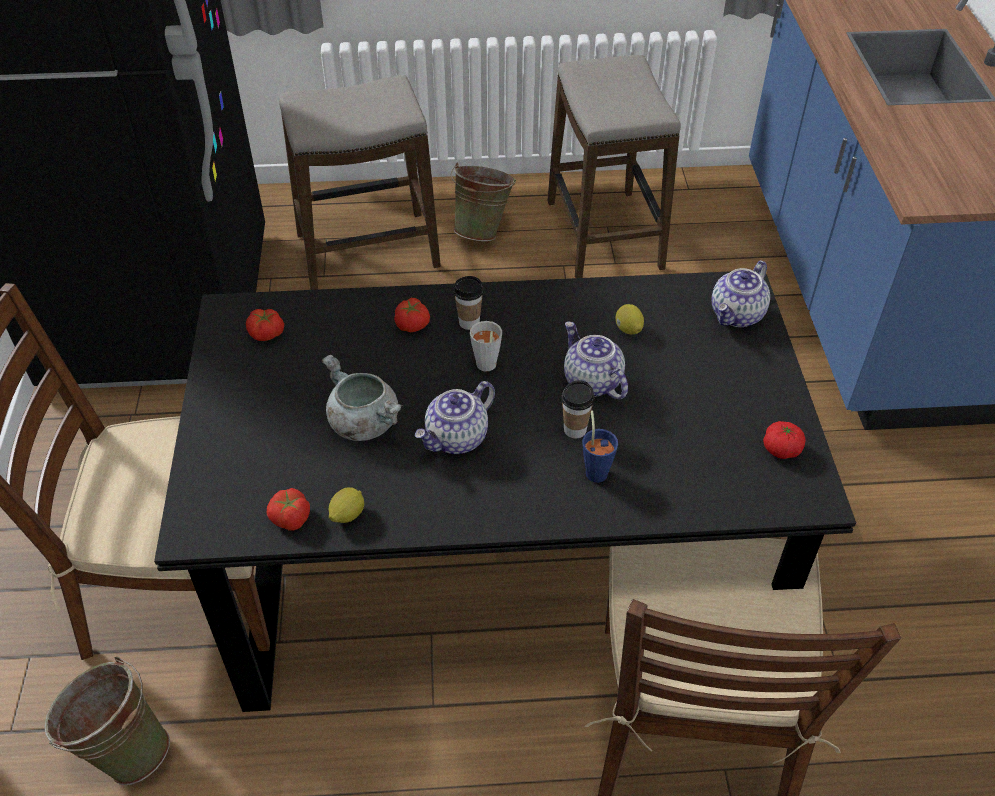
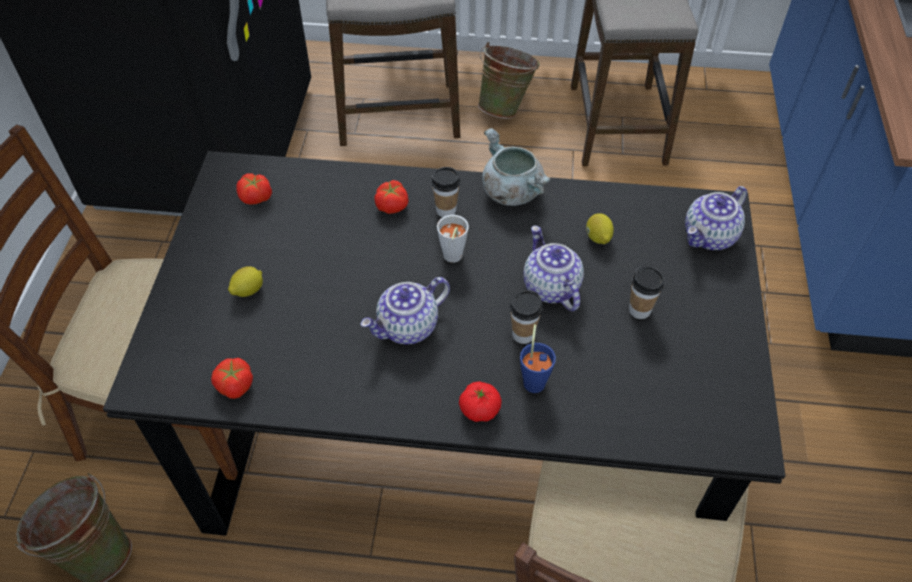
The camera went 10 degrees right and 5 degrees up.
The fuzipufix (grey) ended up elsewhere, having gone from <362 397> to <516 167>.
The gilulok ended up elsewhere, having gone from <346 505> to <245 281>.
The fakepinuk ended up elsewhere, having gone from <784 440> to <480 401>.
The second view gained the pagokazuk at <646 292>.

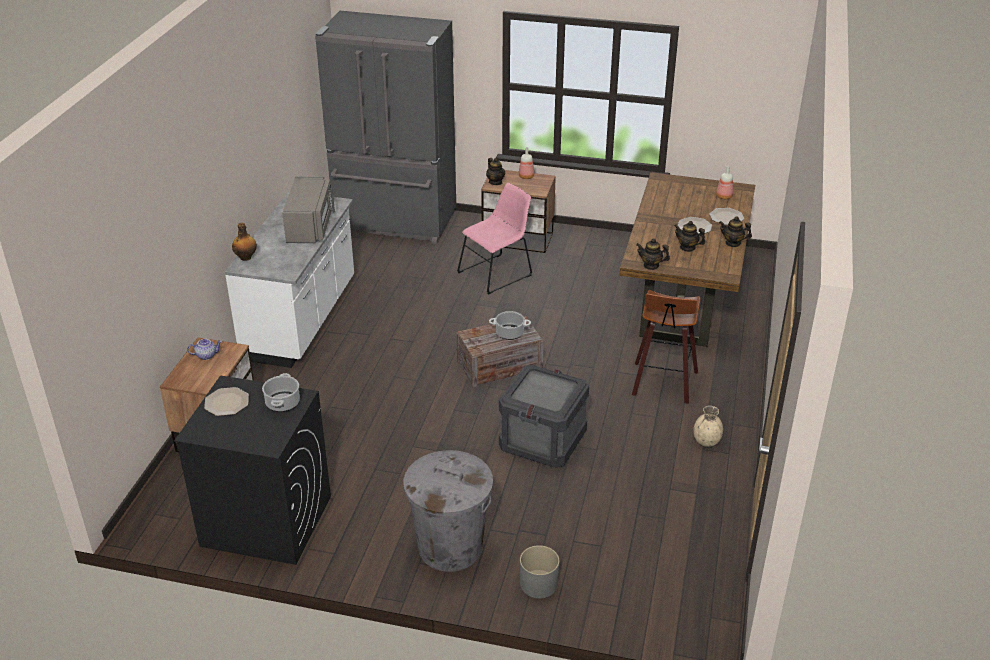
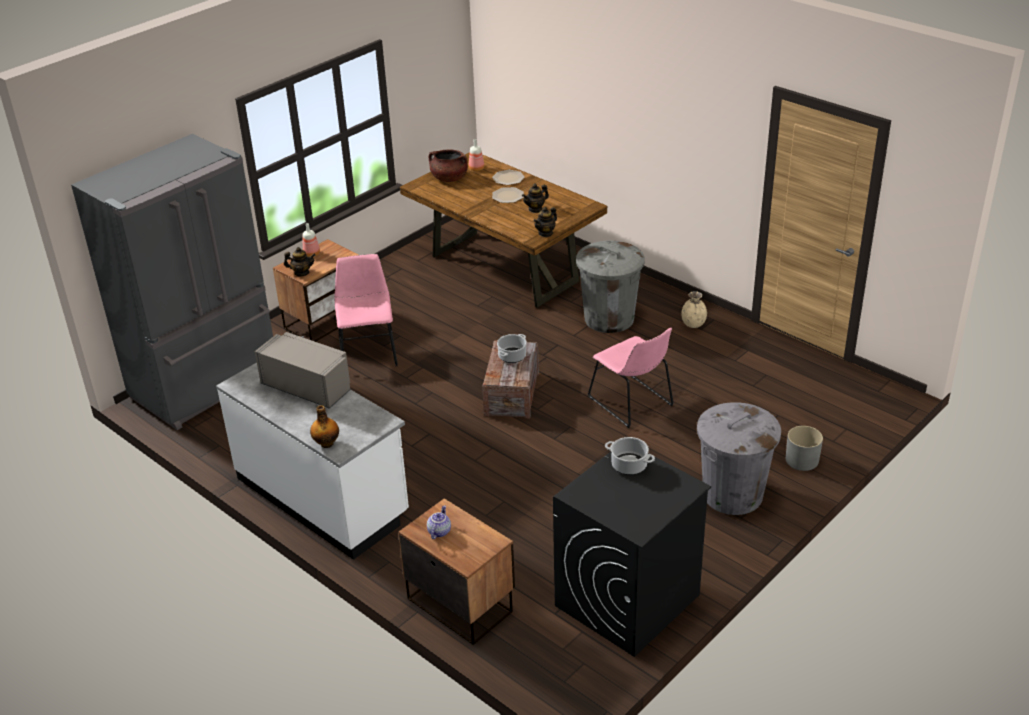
The camera went 60 degrees left and 0 degrees up.
The second view lost the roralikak at <226 401>.
Where the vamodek stood at <544 416>, the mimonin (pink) came to stand at <631 378>.
Where the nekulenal stood at <666 347>, the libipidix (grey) came to stand at <610 287>.
The second view lost the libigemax at <735 231>.
The second view gained the fuzipufix (brown) at <448 165>.

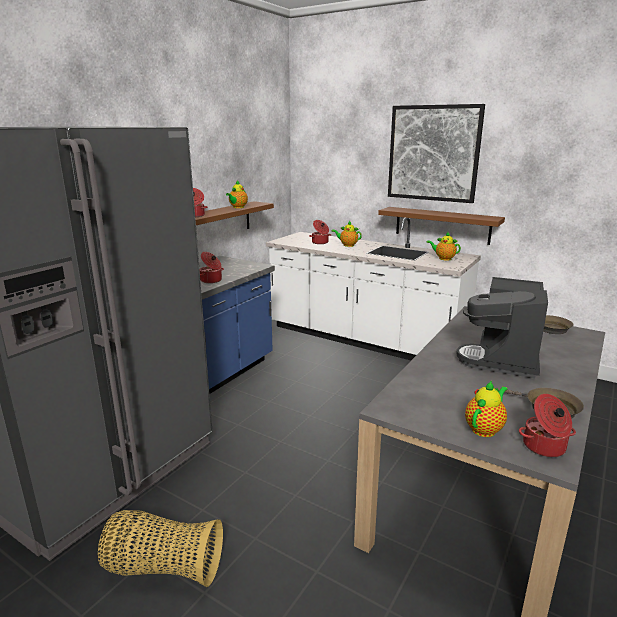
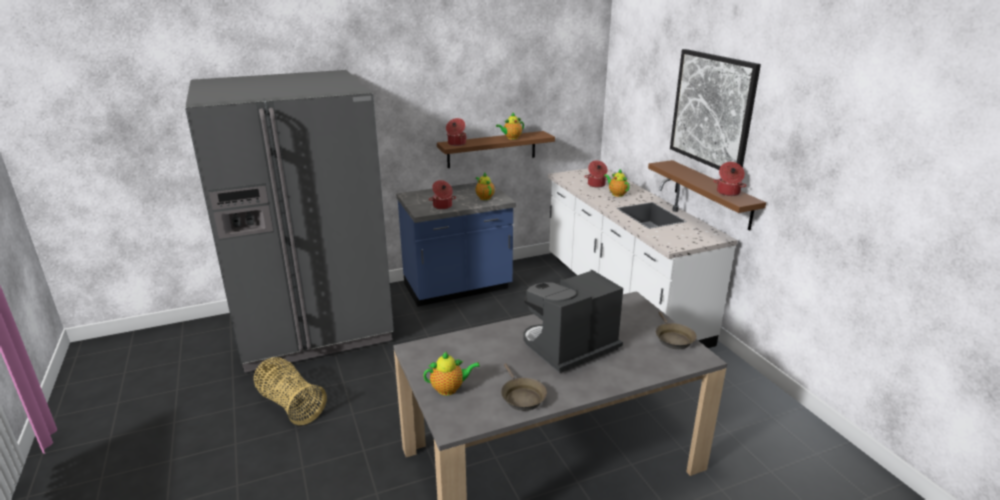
The camera went 35 degrees right and 5 degrees up.
The libigemax ended up elsewhere, having gone from <443 246> to <485 186>.
The fuzipufix ended up elsewhere, having gone from <547 425> to <730 179>.

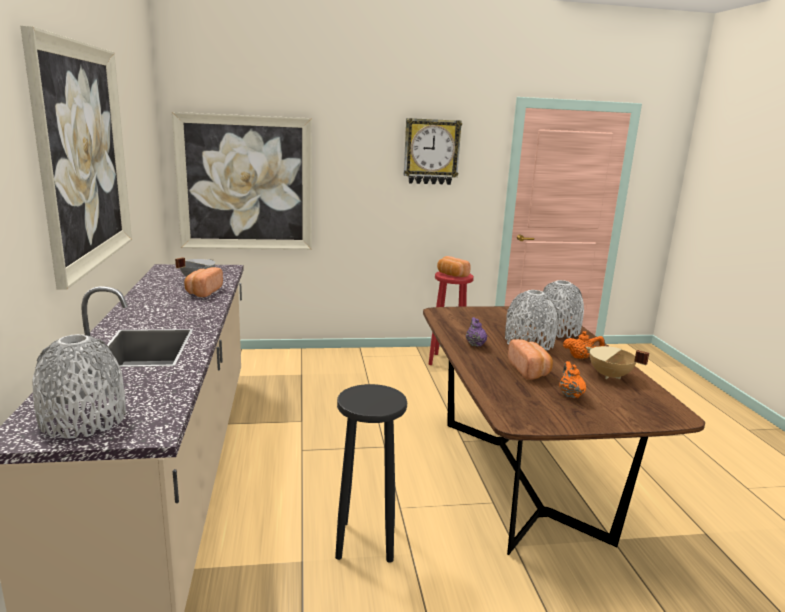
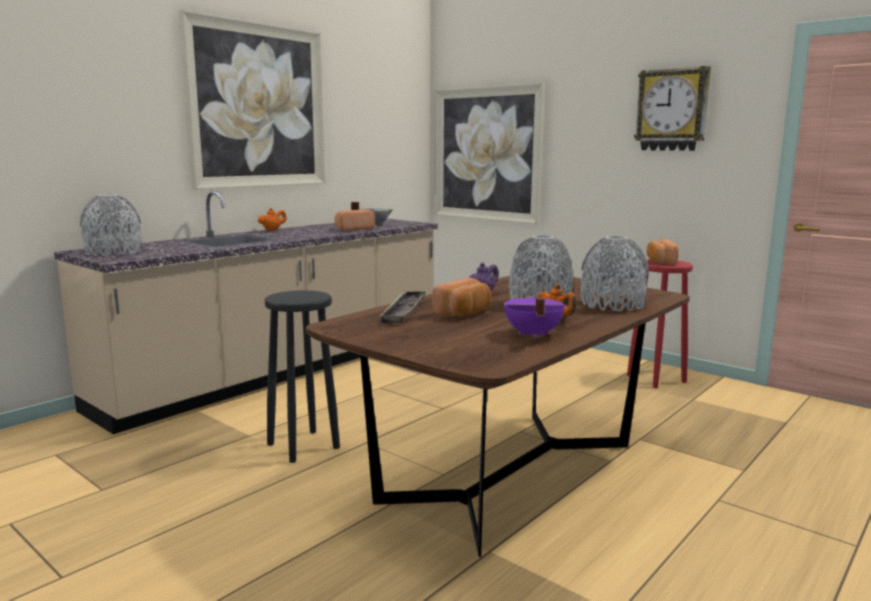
The camera went 50 degrees right and 5 degrees down.
The libigemax (orange) ended up elsewhere, having gone from <572 379> to <272 219>.
What was the fuzipufix (beige) at <617 362> turned into the fuzipufix (purple) at <534 317>.
The second view gained the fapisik at <403 307>.

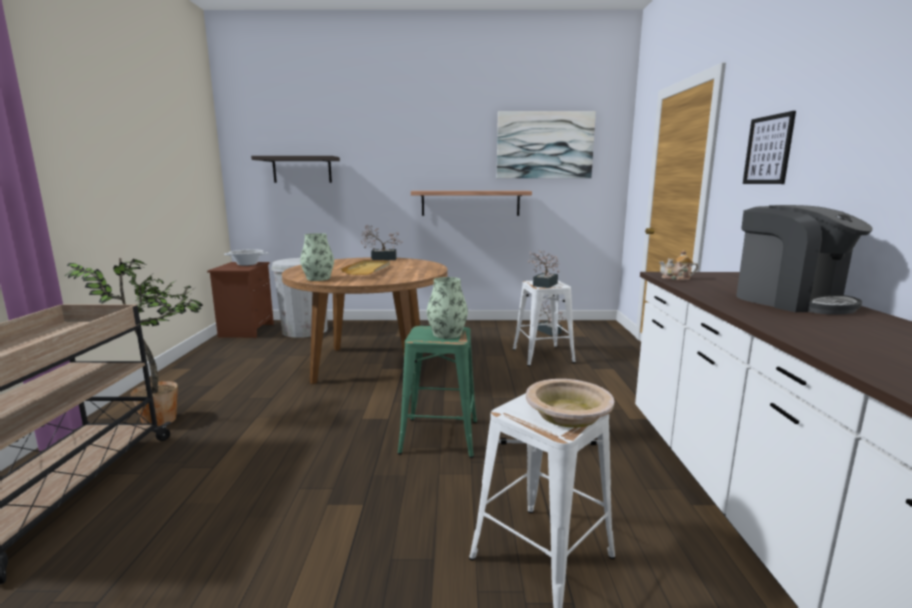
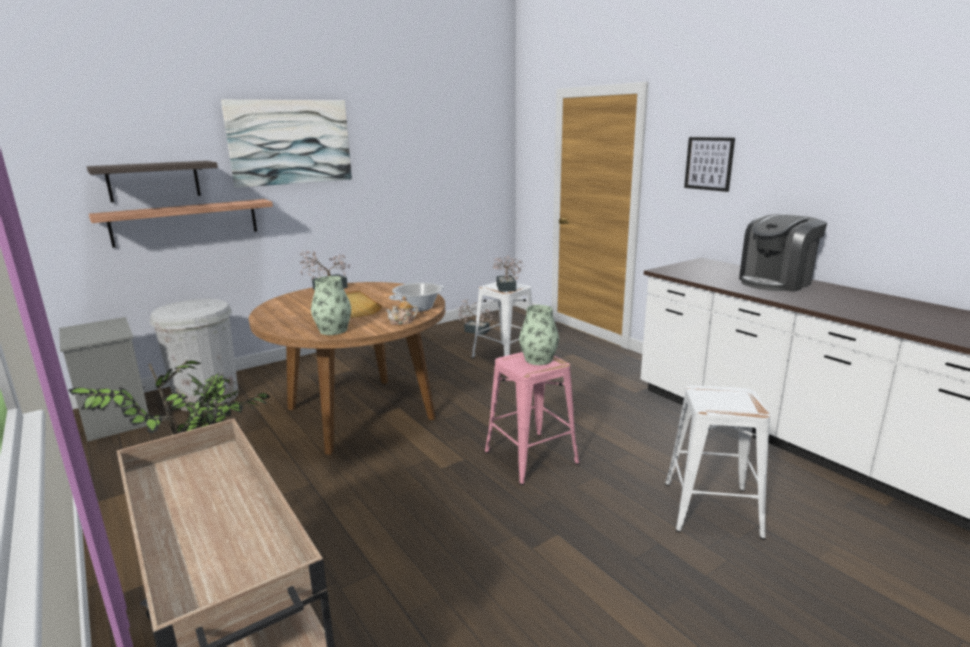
The camera went 35 degrees left and 5 degrees up.
What was the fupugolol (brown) at <240 300> turned into the fupugolol (grey) at <104 379>.
The fuzipufix ended up elsewhere, having gone from <246 257> to <416 297>.
What was the nekulenal (green) at <437 392> turned into the nekulenal (pink) at <532 418>.
The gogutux ended up elsewhere, having gone from <471 203> to <181 223>.
The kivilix ended up elsewhere, having gone from <546 144> to <286 144>.
The second view lost the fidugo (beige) at <570 403>.
The libigemax ended up elsewhere, having gone from <678 265> to <402 310>.
The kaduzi at <804 260> ended up facing another way, 120 degrees clockwise from before.

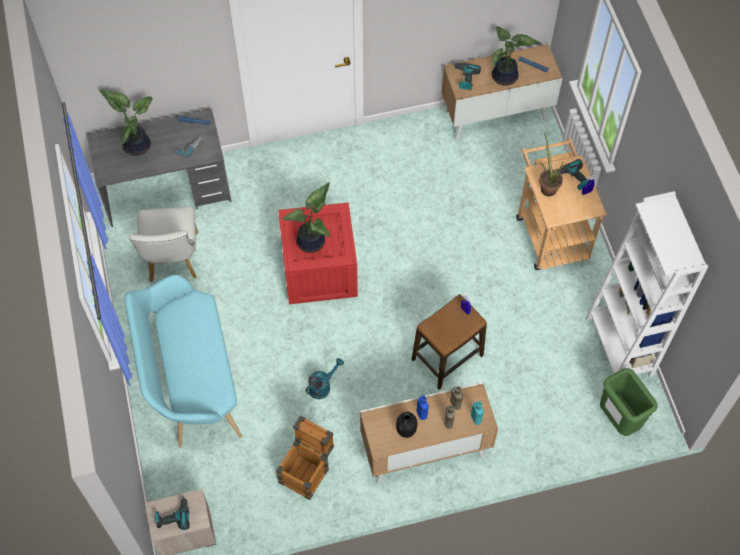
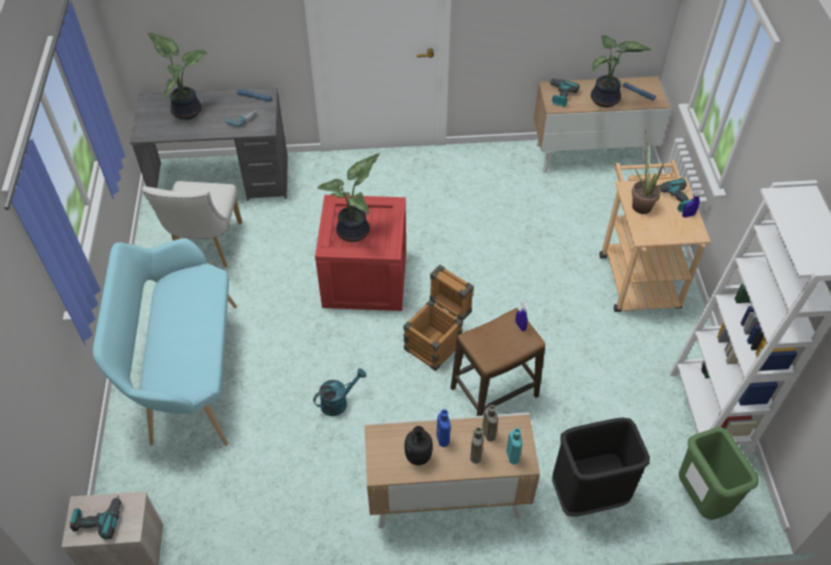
The camera went 10 degrees right and 10 degrees down.
The vamodek ended up elsewhere, having gone from <305 457> to <438 318>.
The second view gained the libipidix (black) at <601 467>.

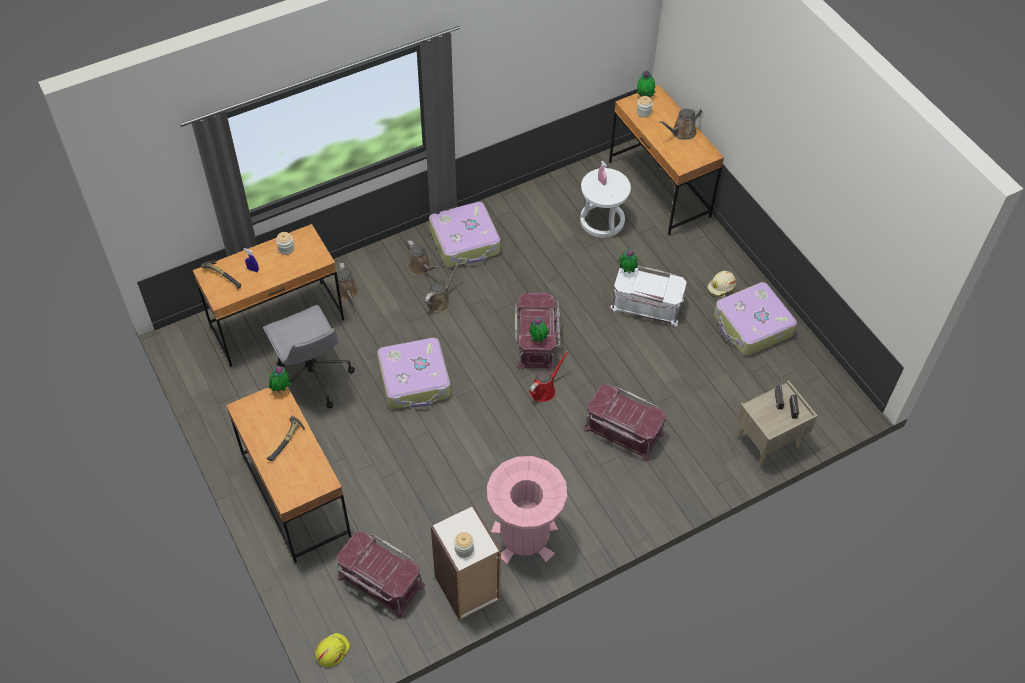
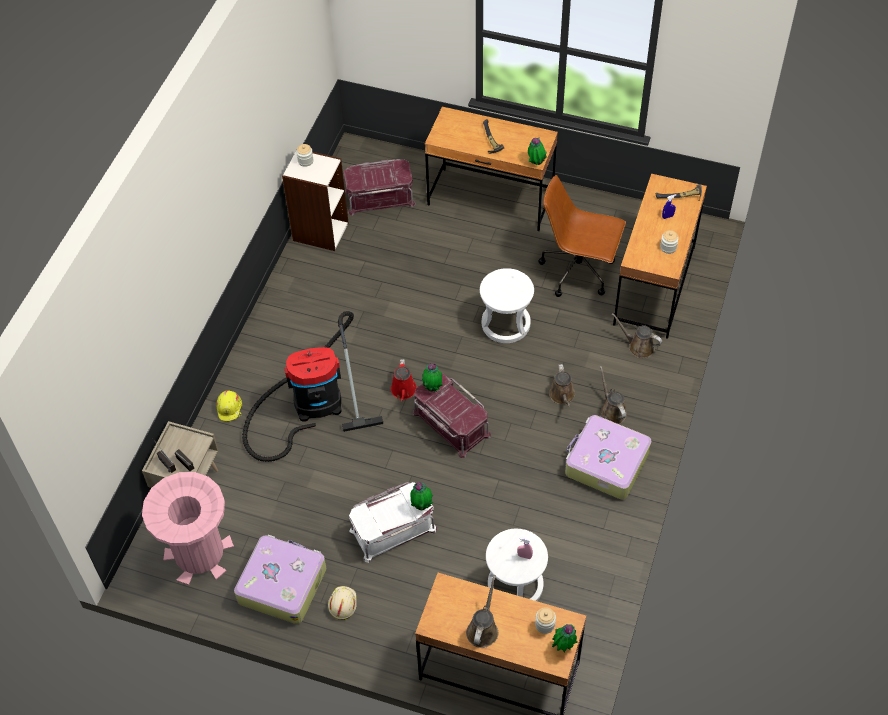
The camera went 140 degrees right and 0 degrees up.
What was the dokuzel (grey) at <309 356> turned into the dokuzel (brown) at <582 236>.
The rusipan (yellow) ended up elsewhere, having gone from <332 650> to <229 406>.
Where the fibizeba stood at <414 373>, the nekulenal (white) came to stand at <507 305>.
The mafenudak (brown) at <422 257> ended up facing another way, 60 degrees clockwise from before.
The libipidix (pink) ended up elsewhere, having gone from <527 510> to <188 528>.
Where the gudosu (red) stood at <624 422>, the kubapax came to stand at <312 386>.

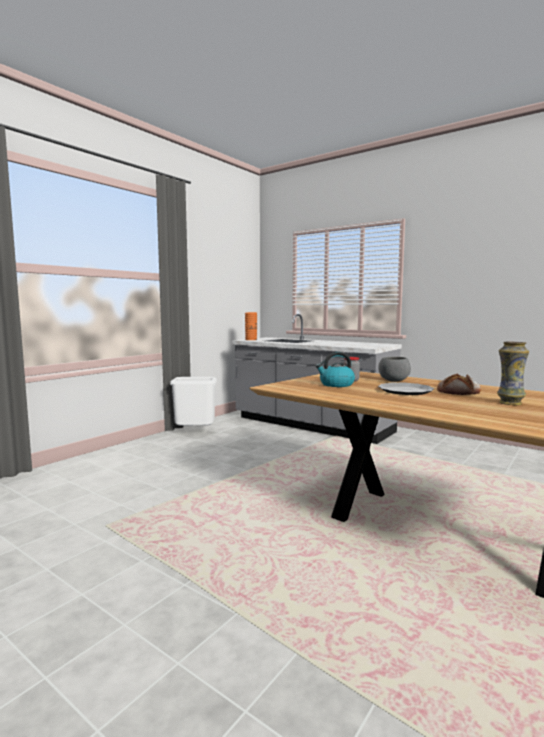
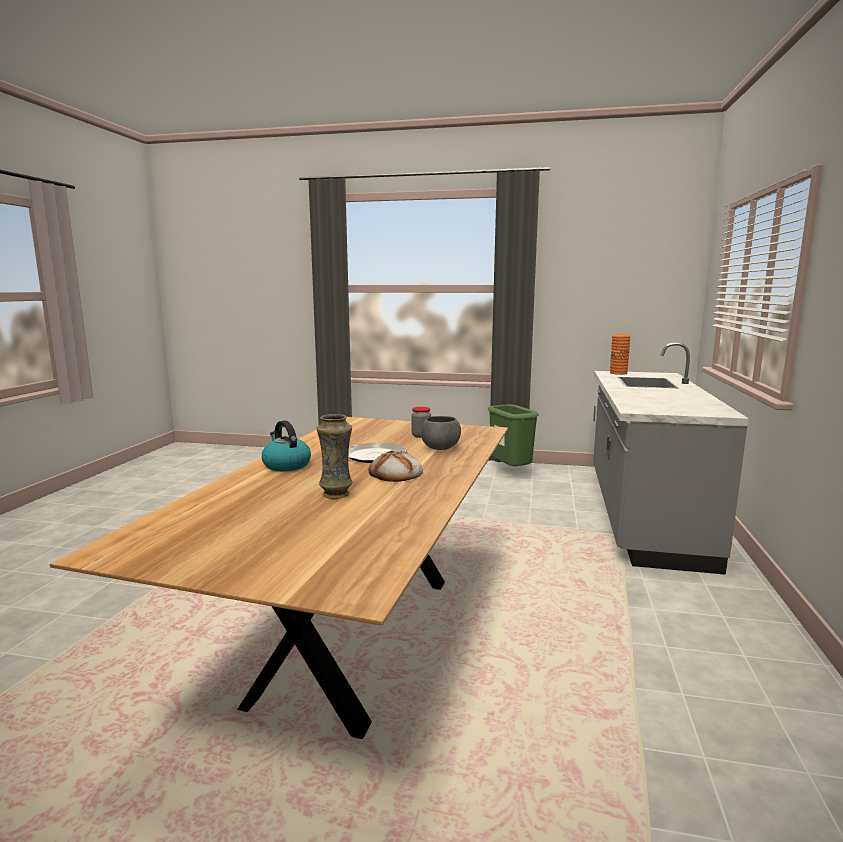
The camera went 65 degrees right and 5 degrees up.
What was the libipidix (white) at <193 401> turned into the libipidix (green) at <513 438>.
The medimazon ended up elsewhere, having gone from <335 369> to <286 446>.

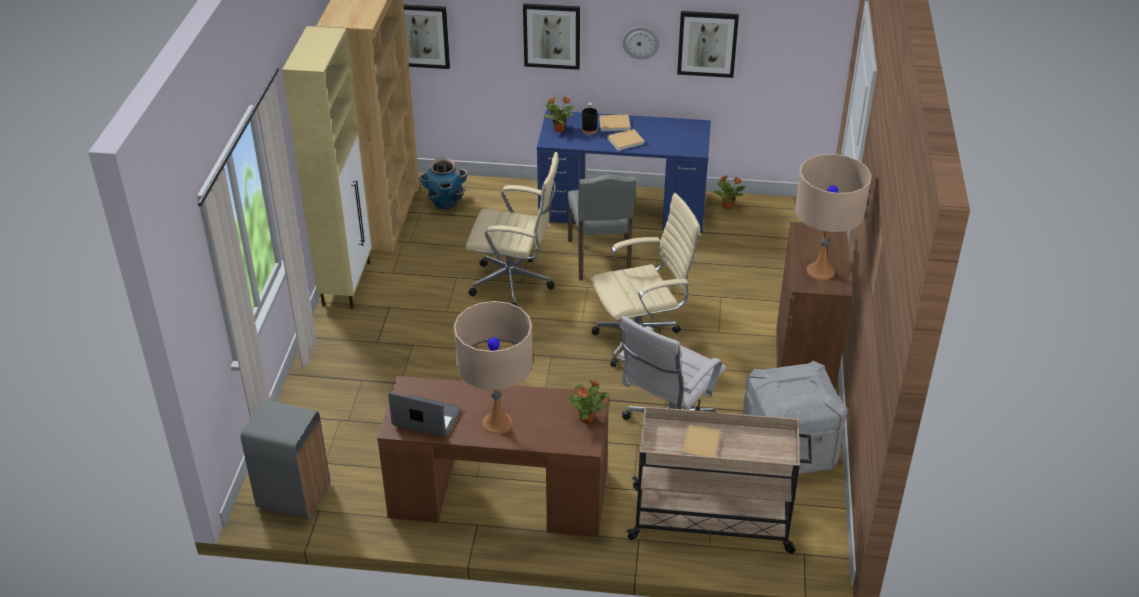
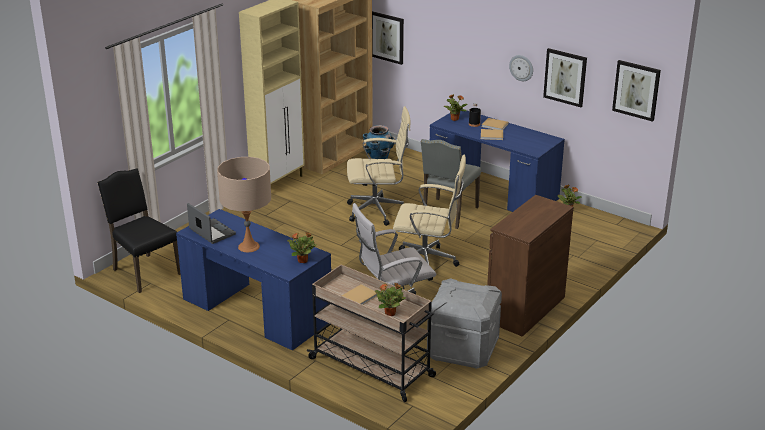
The camera went 30 degrees right and 10 degrees down.
Where the libipidix (grey) stood at <285 459>, the mimonin (black) came to stand at <139 230>.
What was the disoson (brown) at <493 456> turned into the disoson (blue) at <253 280>.
The dokuzel (beige) at <512 229> ended up facing another way, 45 degrees counterclockwise from before.
The kivilix ended up elsewhere, having gone from <551 36> to <636 91>.
The second view lost the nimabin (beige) at <833 217>.
The second view gained the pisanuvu at <390 299>.

